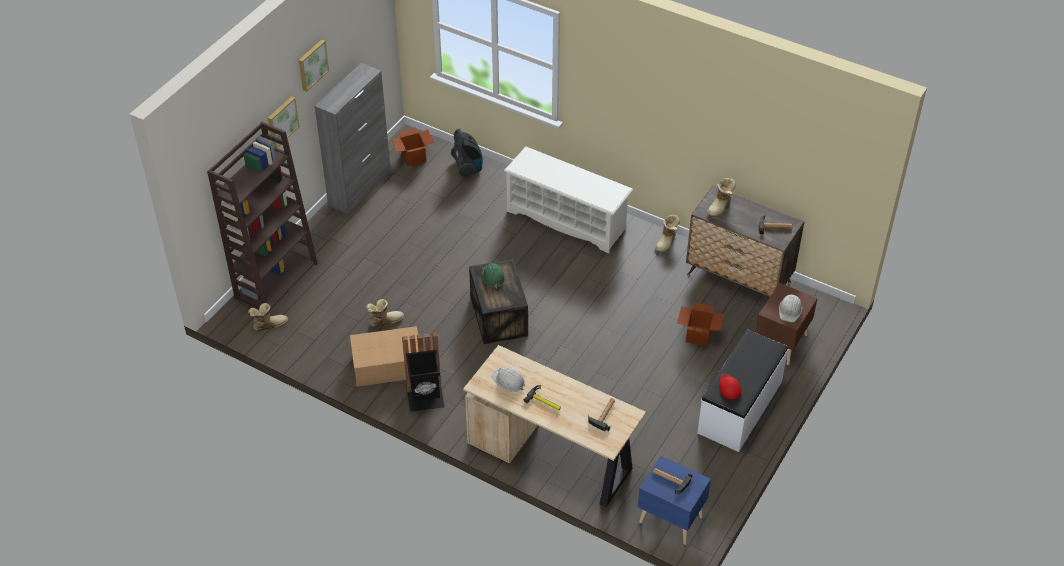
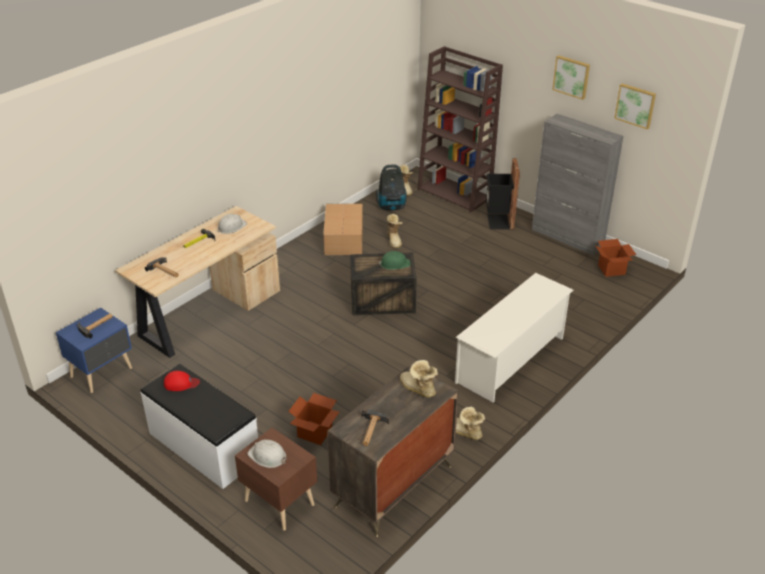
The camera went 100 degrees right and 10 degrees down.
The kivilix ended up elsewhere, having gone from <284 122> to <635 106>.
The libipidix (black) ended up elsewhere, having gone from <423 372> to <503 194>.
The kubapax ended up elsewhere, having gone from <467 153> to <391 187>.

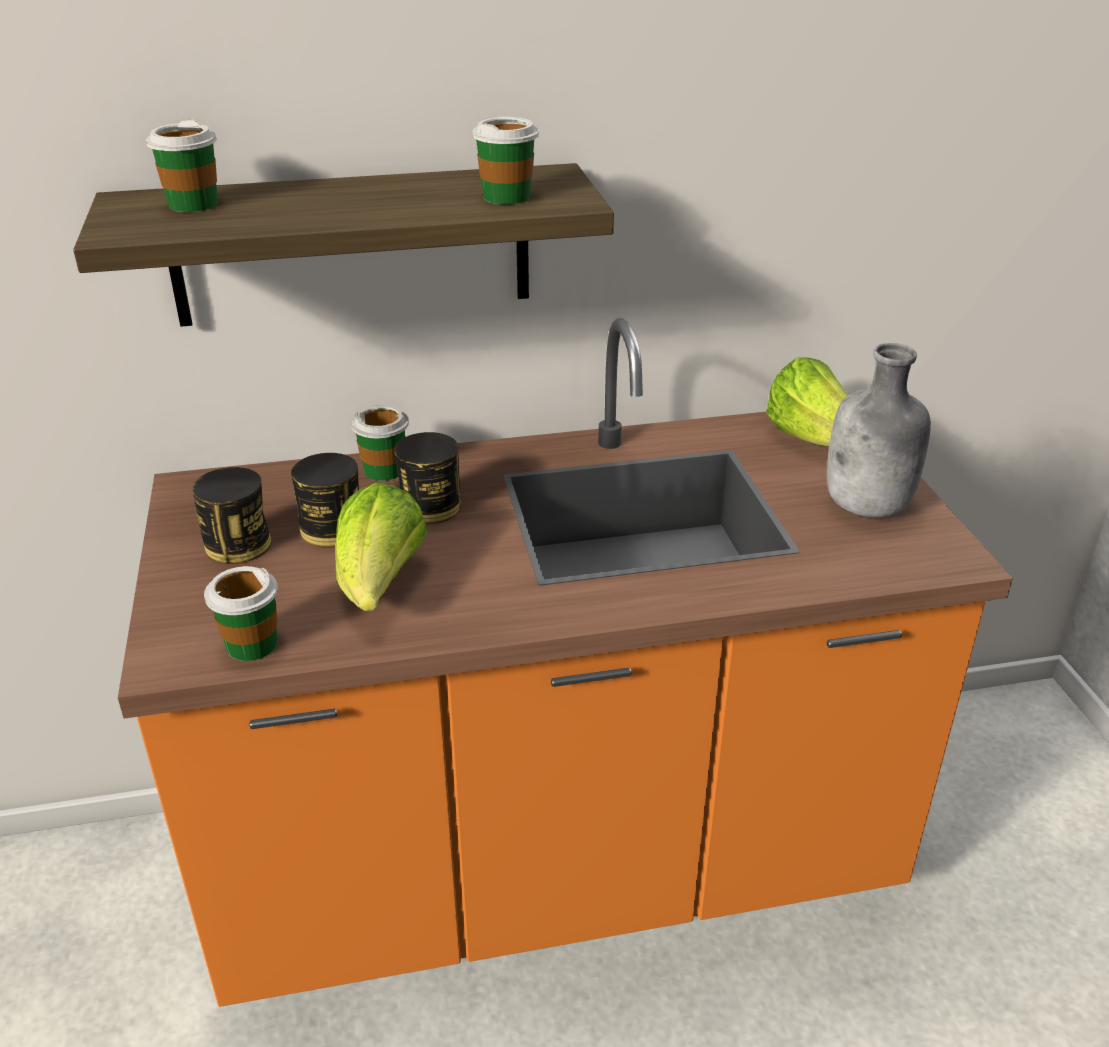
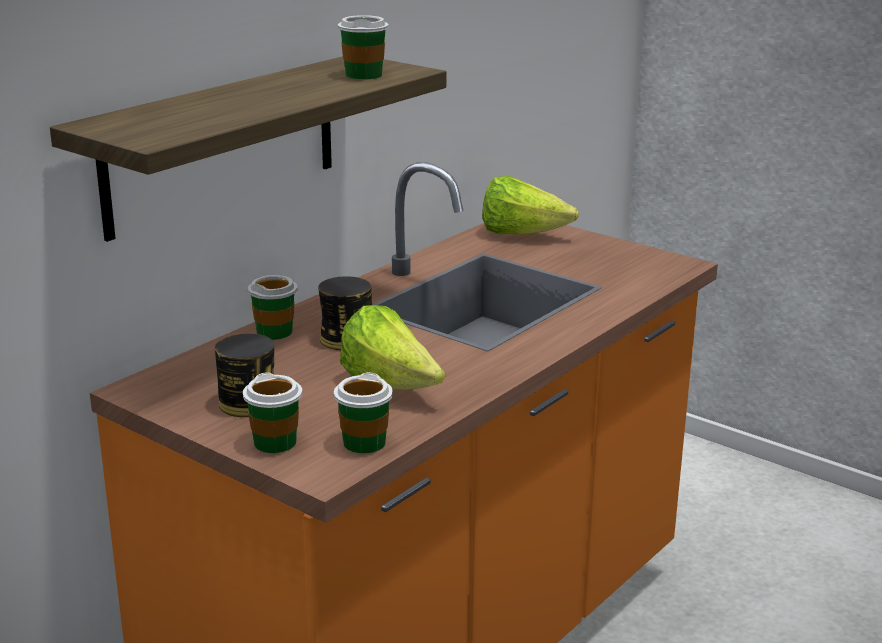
The camera went 40 degrees left and 10 degrees down.
The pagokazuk ended up elsewhere, having gone from <182 165> to <272 412>.
The second view lost the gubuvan at <325 500>.
The second view lost the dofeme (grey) at <879 430>.

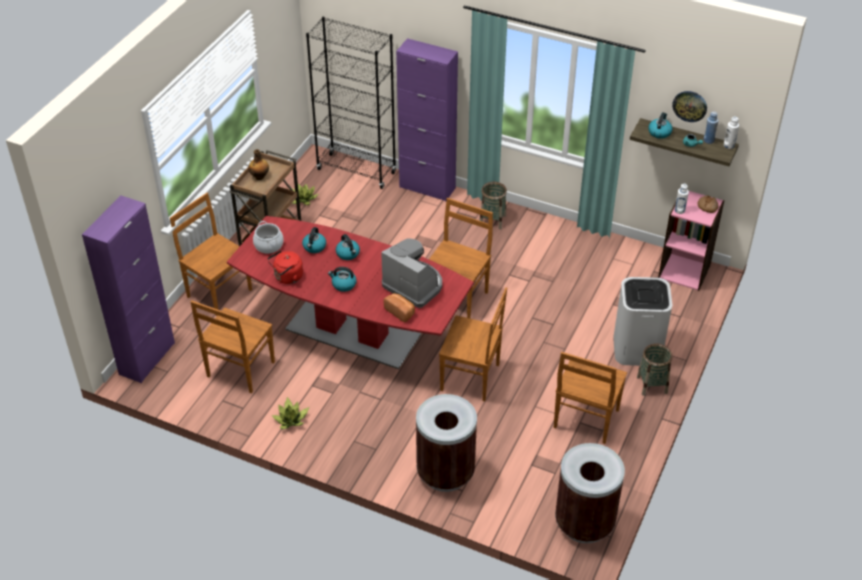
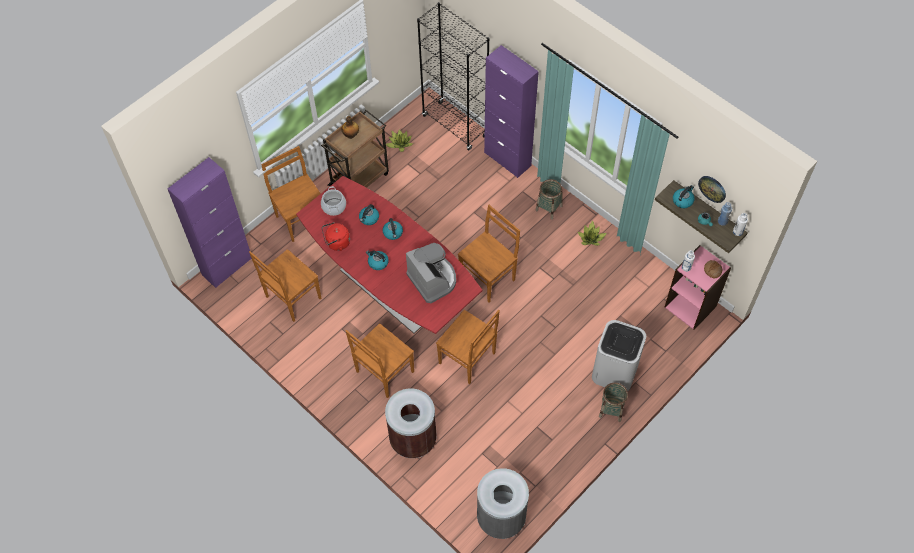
The camera went 20 degrees right and 15 degrees up.
The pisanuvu ended up elsewhere, having gone from <290 413> to <592 233>.
The second view lost the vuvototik at <399 307>.
The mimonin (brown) ended up elsewhere, having gone from <590 398> to <380 360>.
What was the libipidix (brown) at <590 493> turned into the libipidix (grey) at <503 503>.

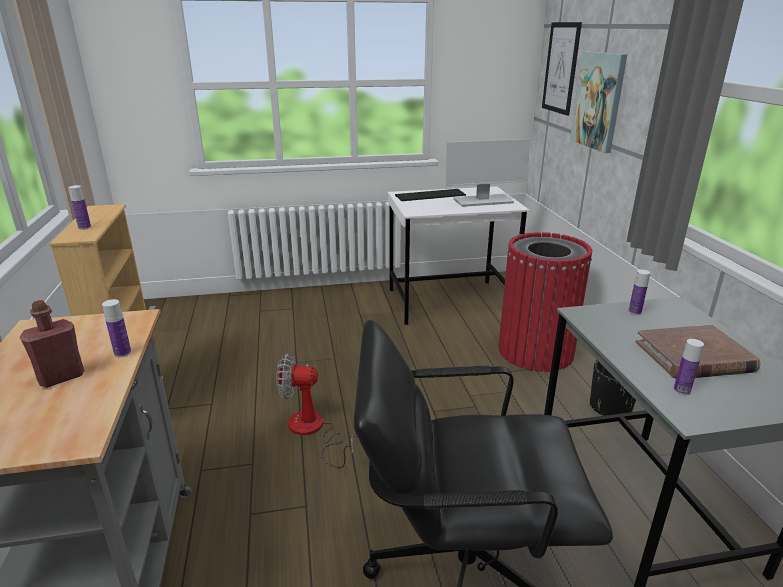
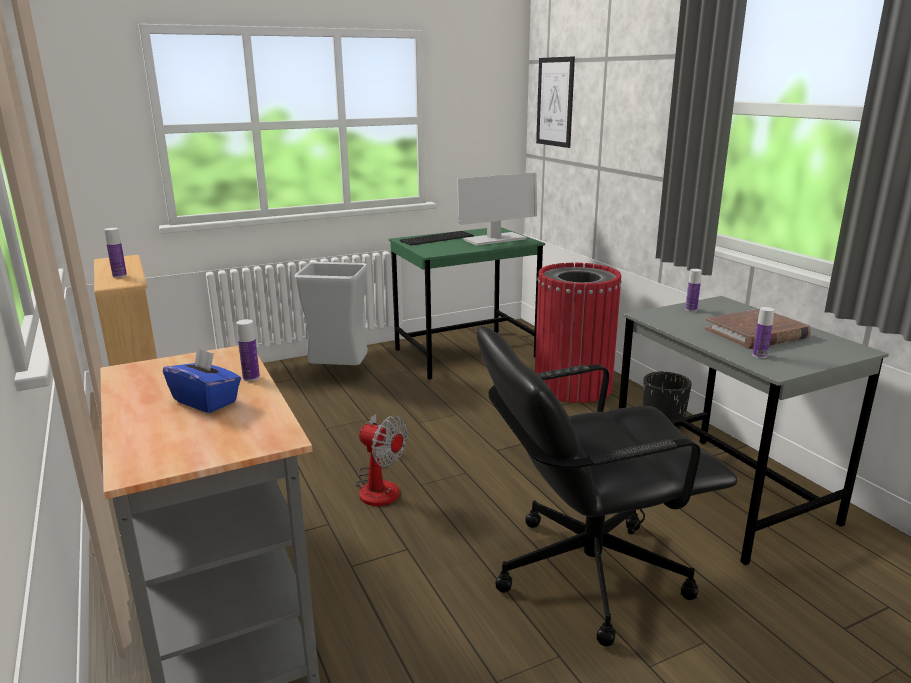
The camera went 15 degrees left and 5 degrees down.
Where the dofeme (red) stood at <52 344>, the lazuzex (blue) came to stand at <202 380>.
The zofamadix at <314 410> ended up facing another way, 135 degrees counterclockwise from before.
What was the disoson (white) at <458 255> turned into the disoson (green) at <467 303>.
The second view lost the kivilix at <598 102>.
The second view gained the libipidix (grey) at <331 313>.

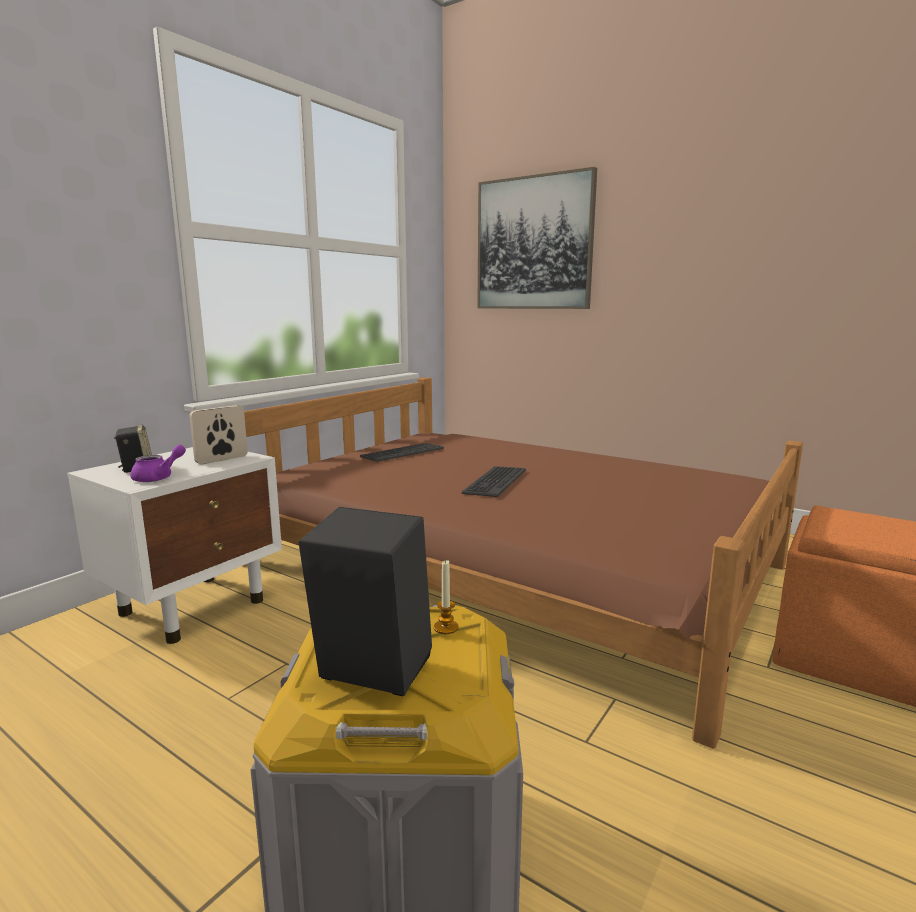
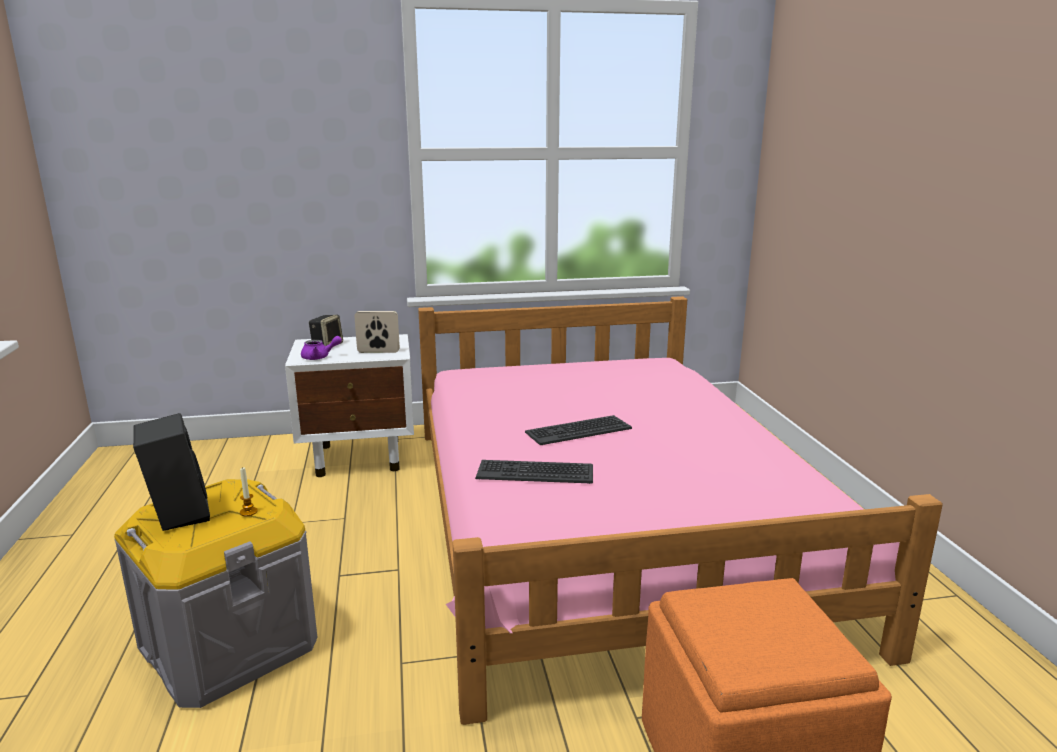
The camera went 45 degrees right and 5 degrees up.
What was the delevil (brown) at <523 563> turned into the delevil (pink) at <680 510>.
The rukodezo ended up elsewhere, having gone from <402 452> to <534 472>.
The second view lost the kivilix at <537 238>.

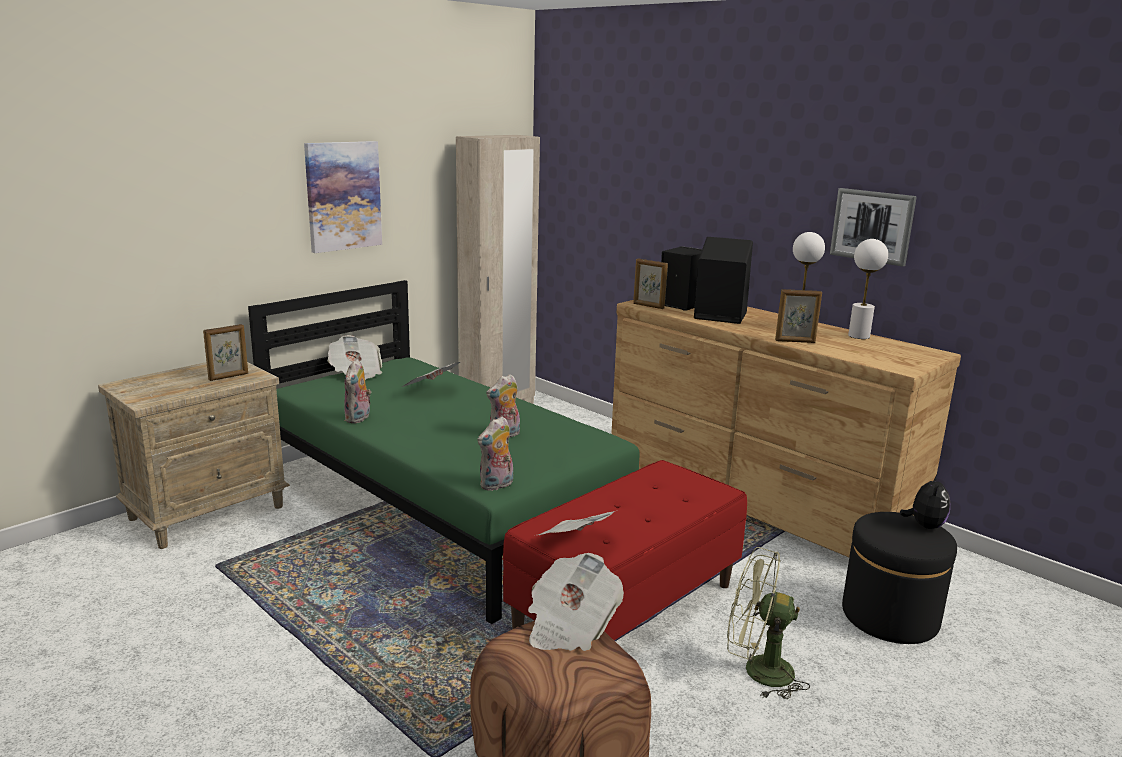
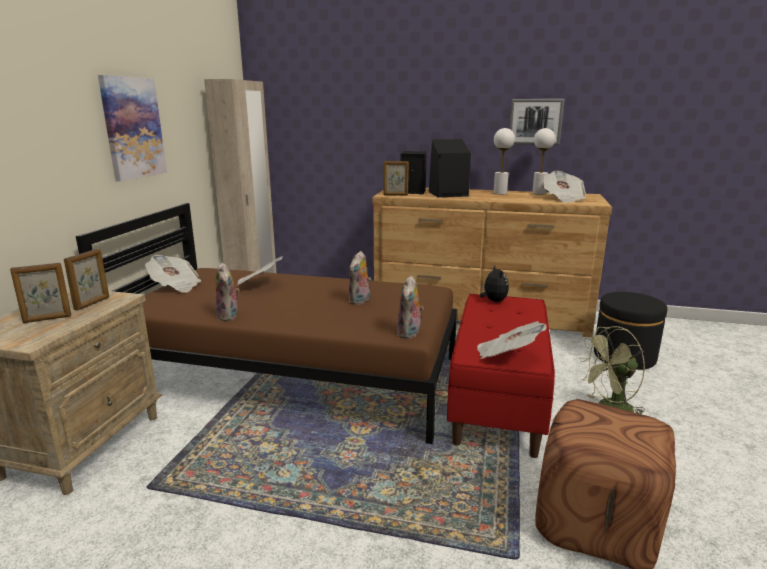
The camera went 30 degrees left and 0 degrees up.
What was the delevil (green) at <444 452> turned into the delevil (brown) at <266 323>.
The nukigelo ended up elsewhere, having gone from <576 602> to <564 187>.
The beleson ended up elsewhere, having gone from <798 316> to <40 293>.
The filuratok ended up elsewhere, having gone from <925 501> to <494 283>.

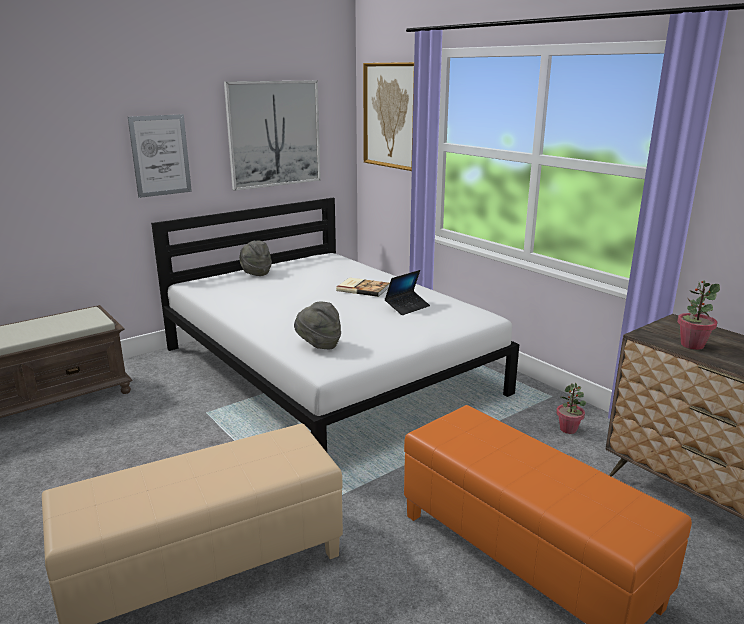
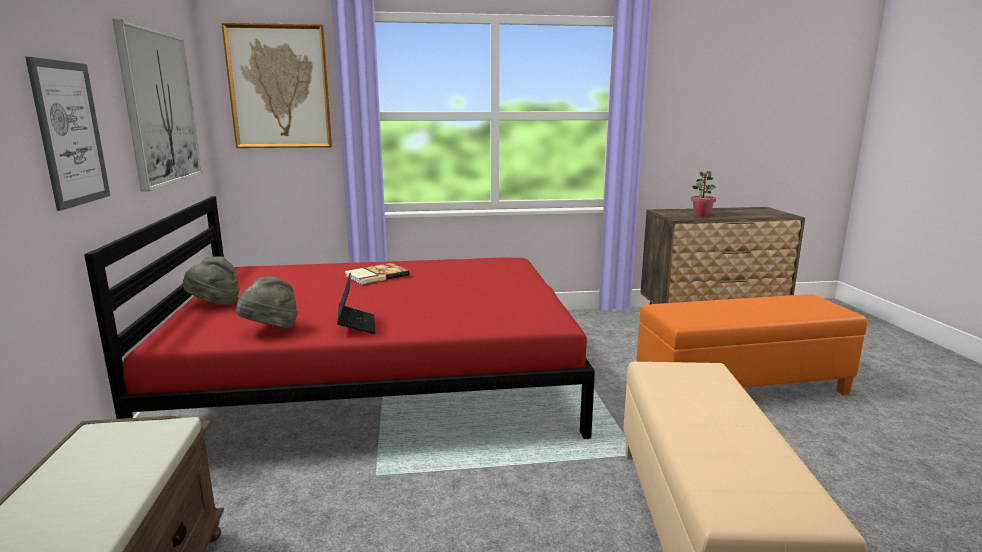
The camera went 60 degrees left and 5 degrees down.
What was the delevil (white) at <335 325> turned into the delevil (red) at <339 317>.
The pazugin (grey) ended up elsewhere, having gone from <317 325> to <267 302>.
The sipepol ended up elsewhere, having gone from <407 292> to <356 303>.
The second view lost the pisanuvu at <571 408>.

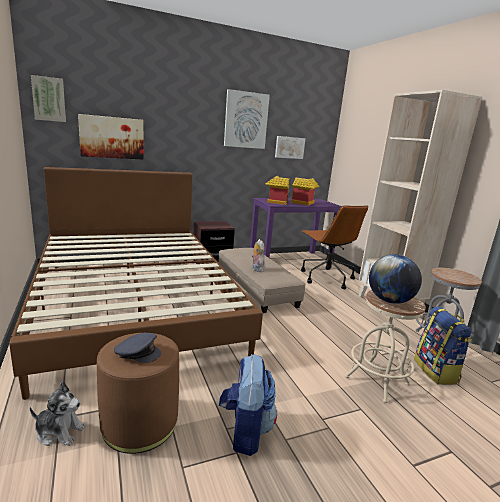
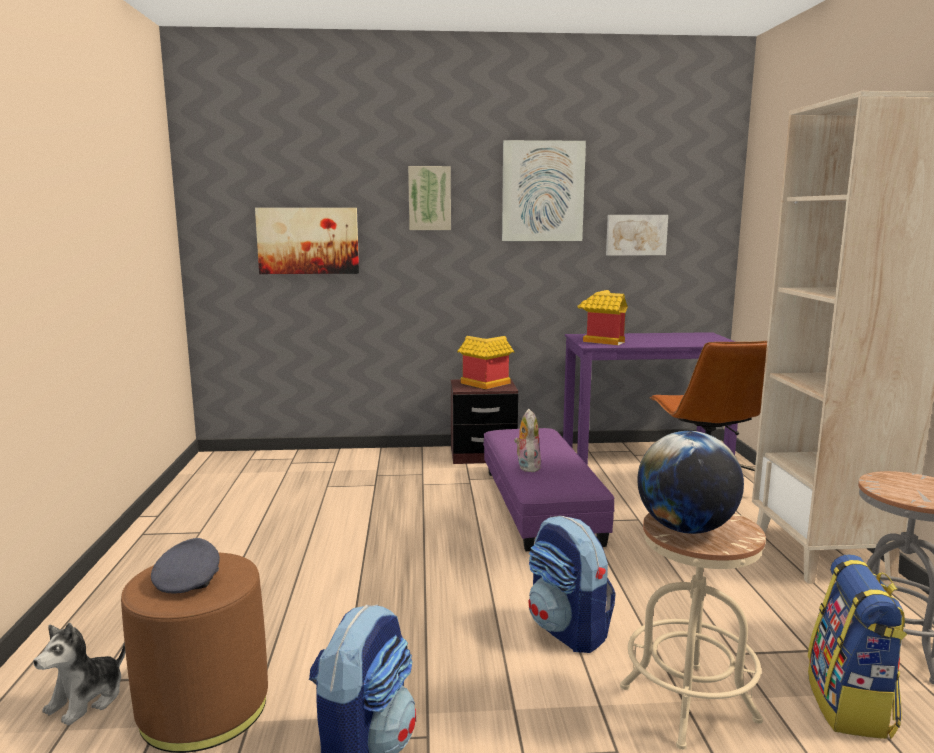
The camera went 20 degrees right and 5 degrees down.
The second view lost the delevil (brown) at <136 283>.
The filuratok at <58 414> ended up facing another way, 90 degrees clockwise from before.
The kivilix ended up elsewhere, having gone from <48 98> to <429 198>.
The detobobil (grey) at <137 348> ended up facing another way, 120 degrees counterclockwise from before.
What was the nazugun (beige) at <262 280> turned into the nazugun (purple) at <549 489>.
The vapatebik ended up elsewhere, having gone from <305 192> to <486 362>.
The second view gained the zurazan at <572 584>.

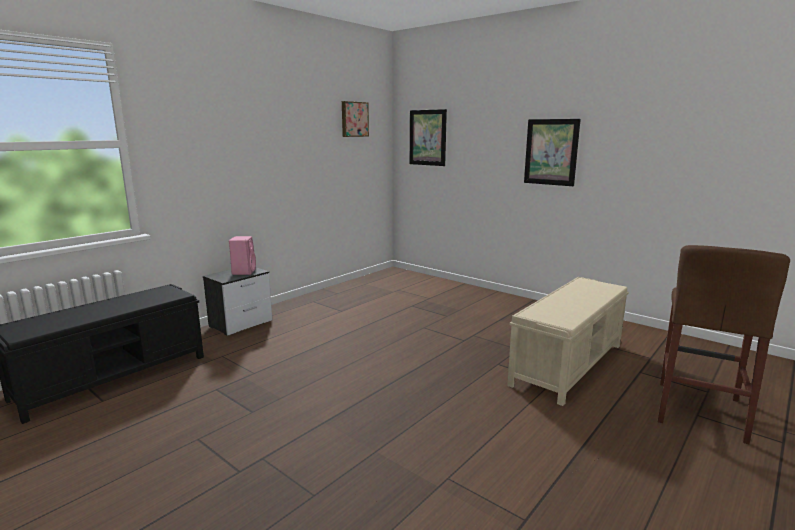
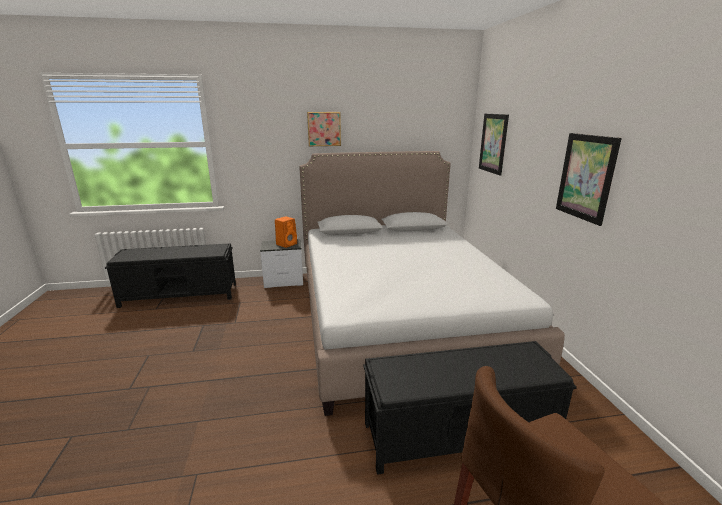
The camera went 40 degrees right and 5 degrees up.
What was the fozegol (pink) at <242 255> turned into the fozegol (orange) at <286 232>.
The kivilix ended up elsewhere, having gone from <355 119> to <324 129>.
What was the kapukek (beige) at <568 341> turned into the kapukek (black) at <470 408>.
The second view gained the delevil at <432 283>.

